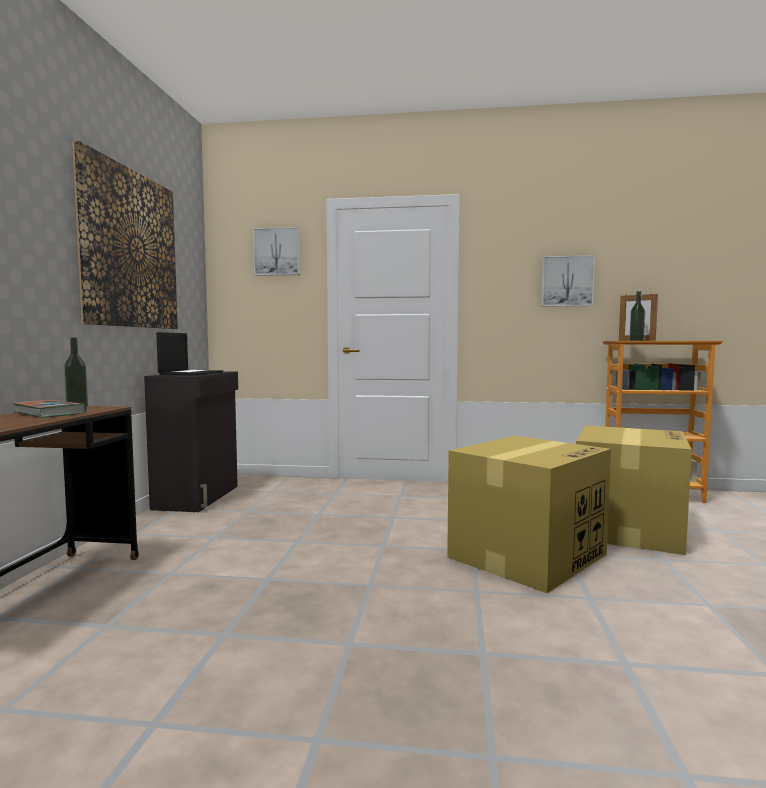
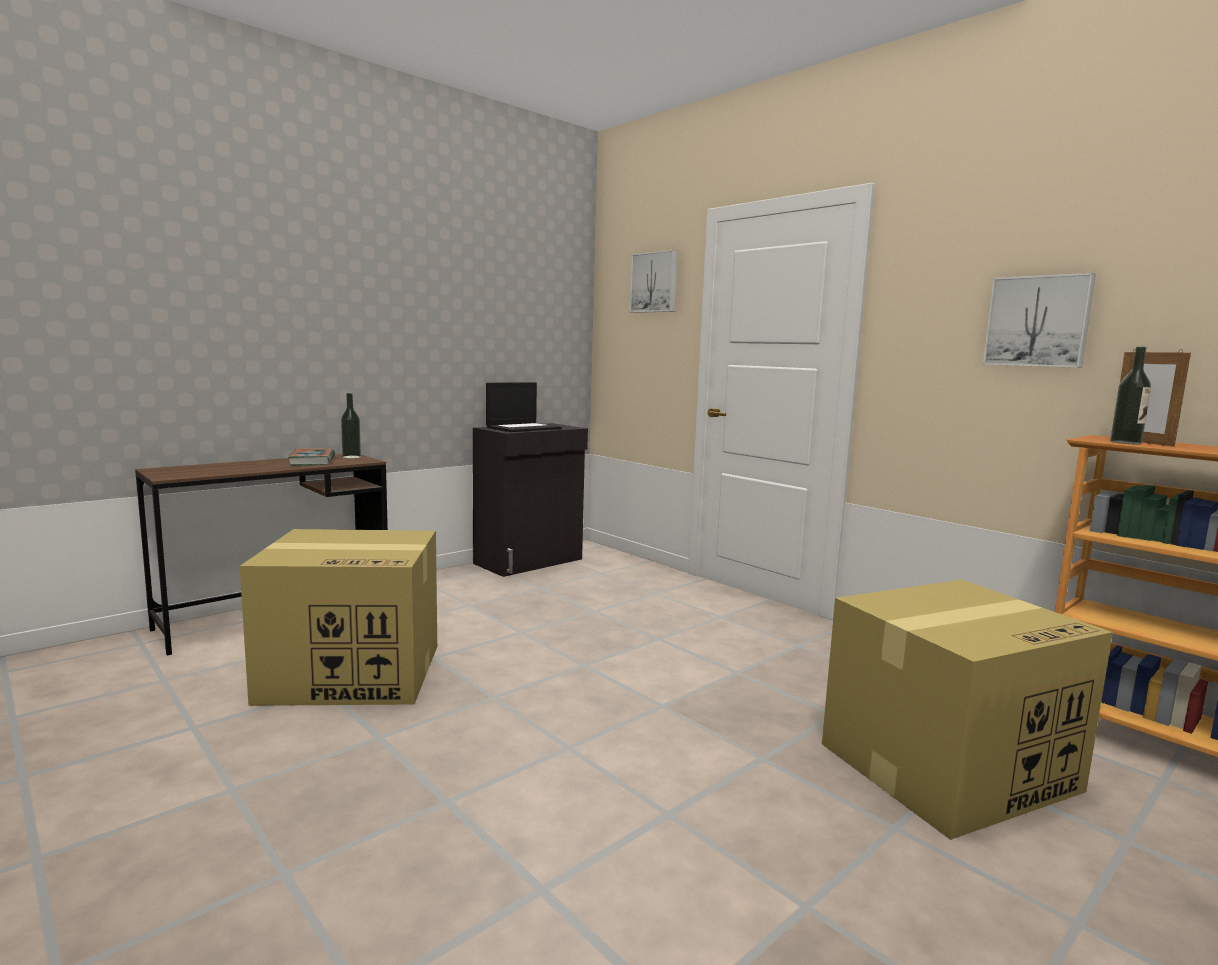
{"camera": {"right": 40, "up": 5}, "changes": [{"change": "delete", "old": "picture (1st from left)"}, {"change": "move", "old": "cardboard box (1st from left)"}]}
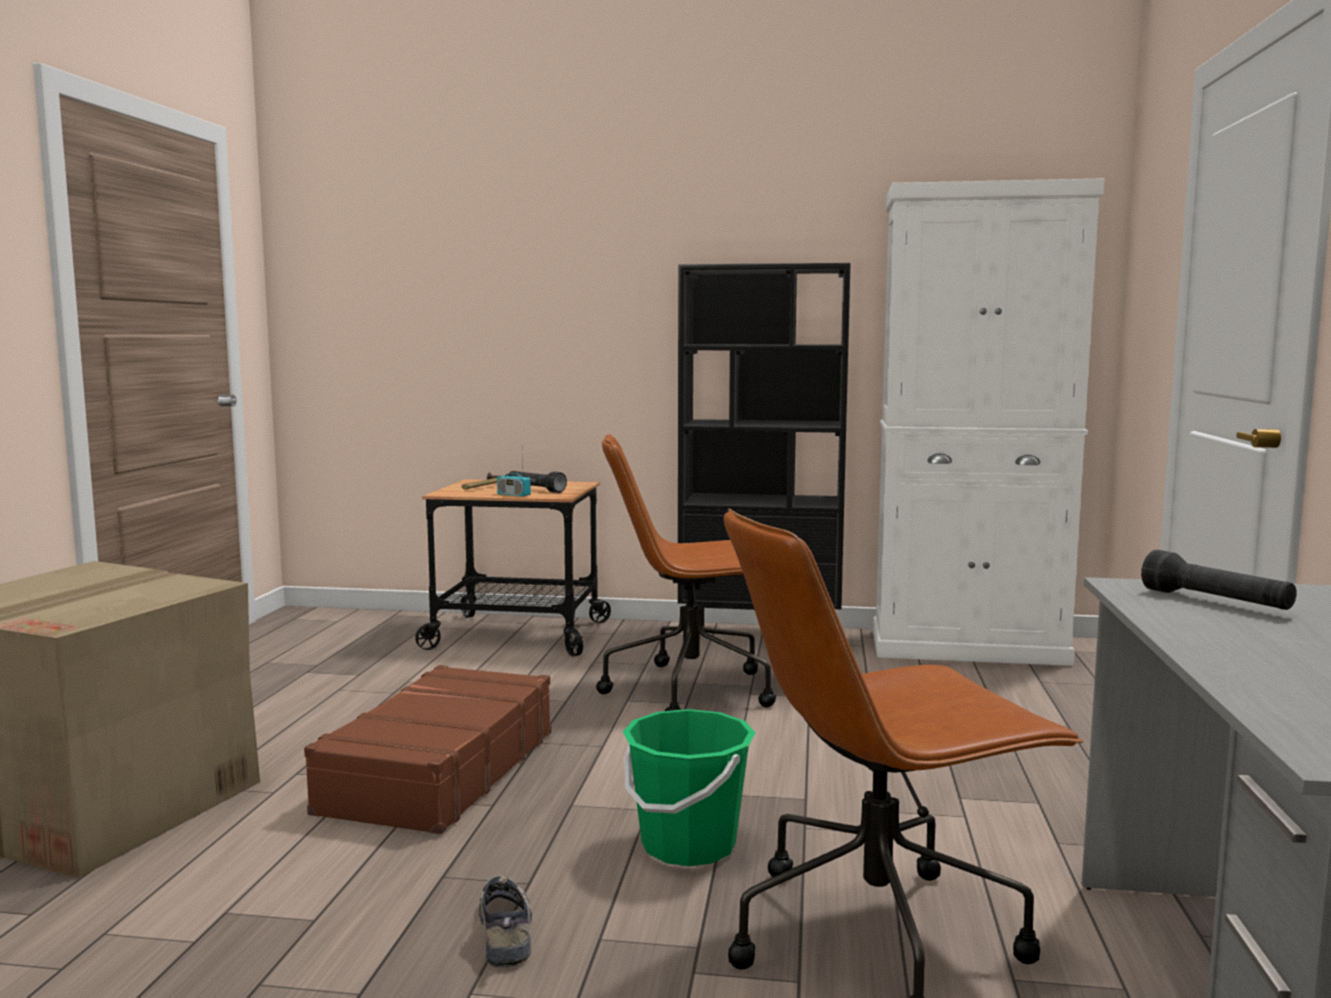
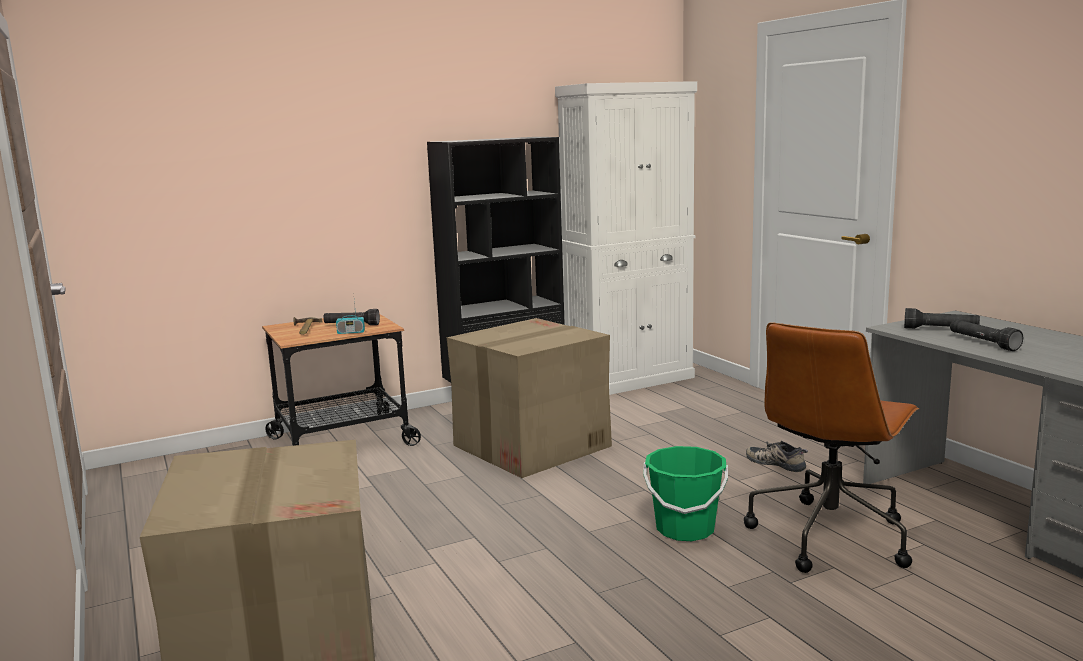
{"camera": {"right": -35, "up": 5}, "changes": [{"change": "delete", "old": "brown suitcase"}, {"change": "insert", "new": "black flashlight (3rd from left)"}, {"change": "move", "old": "shoe"}, {"change": "replace", "old": "brown office chair (1st from left)", "new": "cardboard box (2nd from left)"}]}
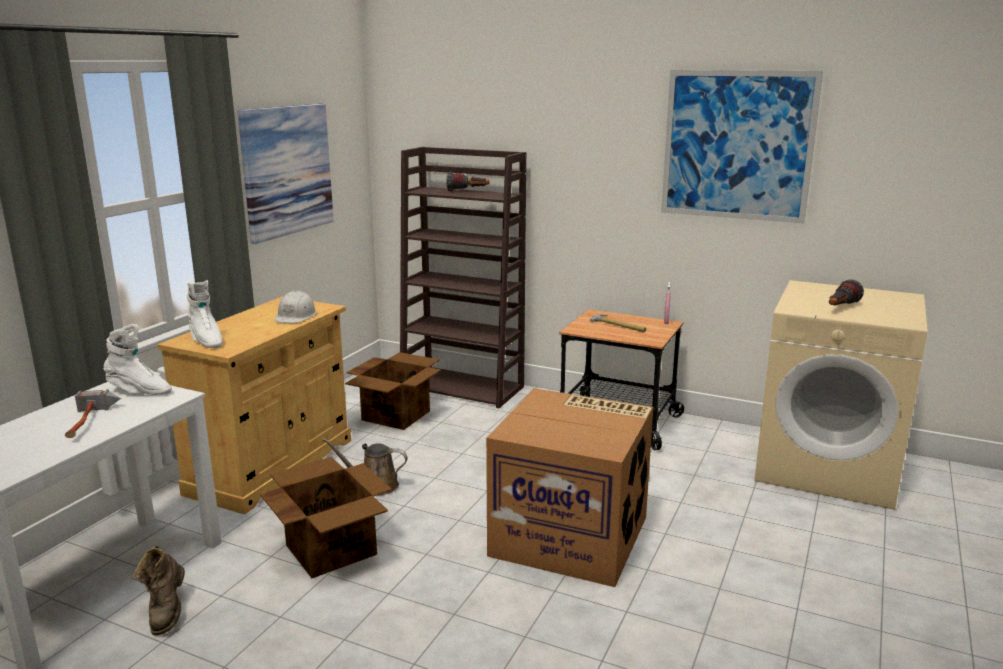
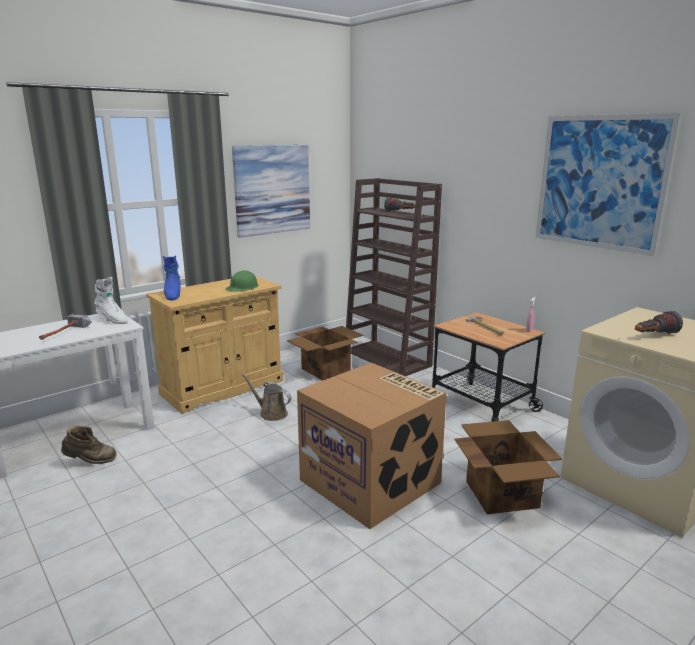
{"camera": {"right": 25, "up": 0}, "changes": [{"change": "move", "old": "cardboard box (1st from left in the first image)", "new": "cardboard box (3rd from left)"}, {"change": "recolor", "old": "white boot (2nd from left)", "new": "blue boot"}, {"change": "recolor", "old": "white hard hat", "new": "green hard hat"}, {"change": "rotate", "old": "brown boot", "degrees": -120}]}
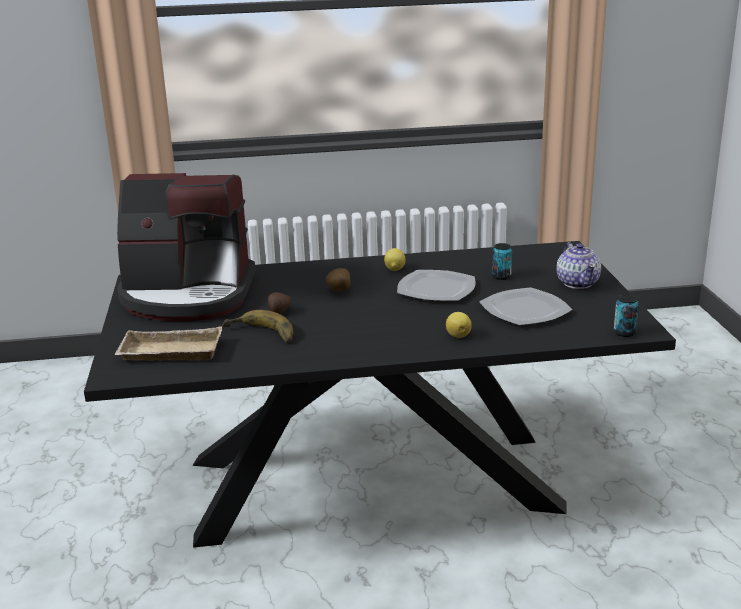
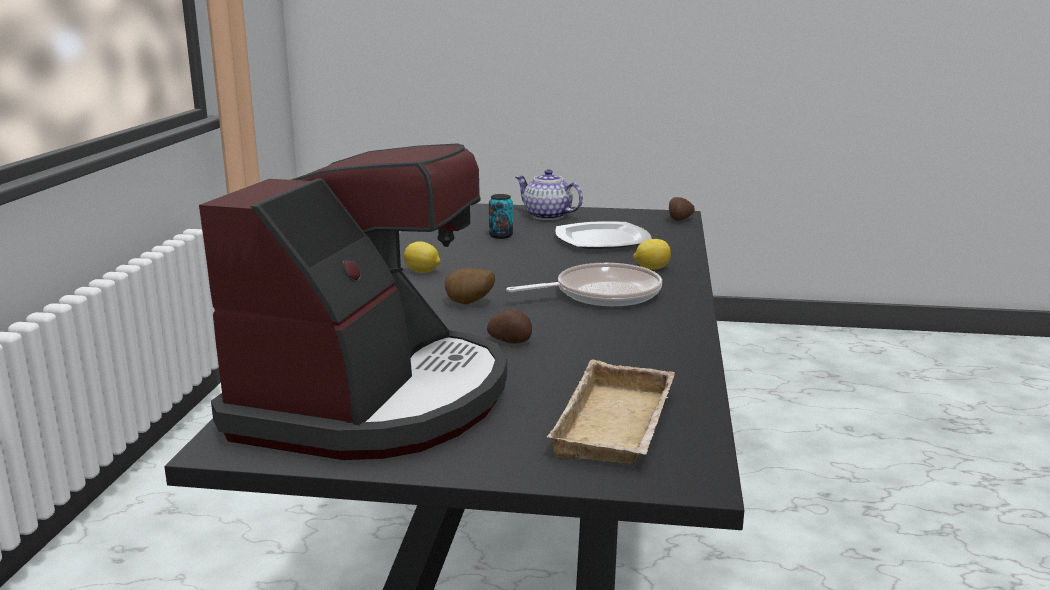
{"camera": {"right": -75, "up": -5}, "changes": [{"change": "delete", "old": "banana"}, {"change": "delete", "old": "plate (1st from left)"}, {"change": "insert", "new": "frying pan"}, {"change": "replace", "old": "can (2nd from left)", "new": "potato (3rd from left)"}, {"change": "rotate", "old": "teapot", "degrees": -150}]}
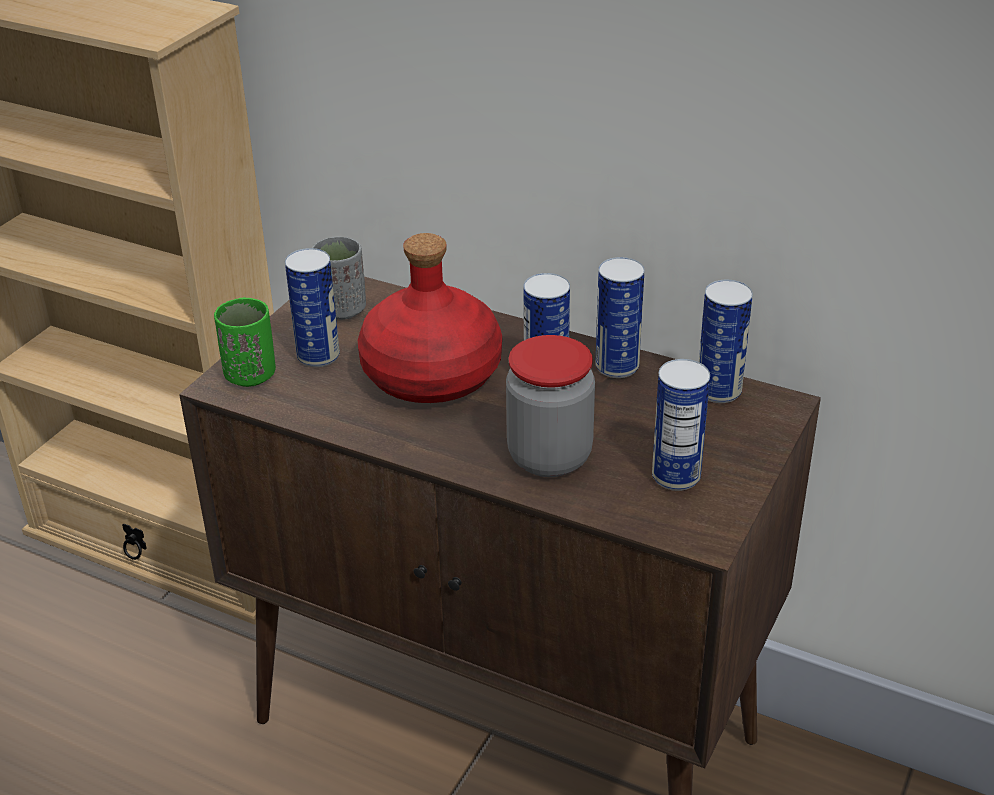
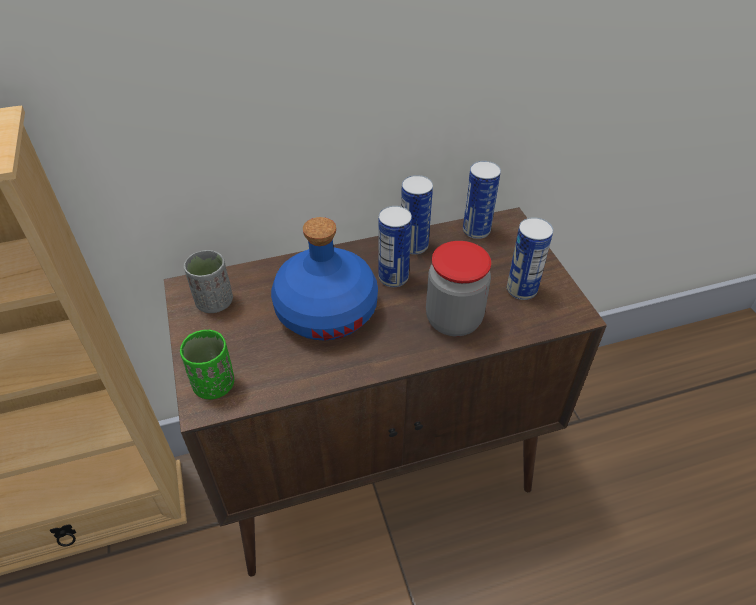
{"camera": {"right": -45, "up": 10}, "changes": [{"change": "delete", "old": "can (1st from left)"}, {"change": "recolor", "old": "red bottle", "new": "blue bottle"}]}
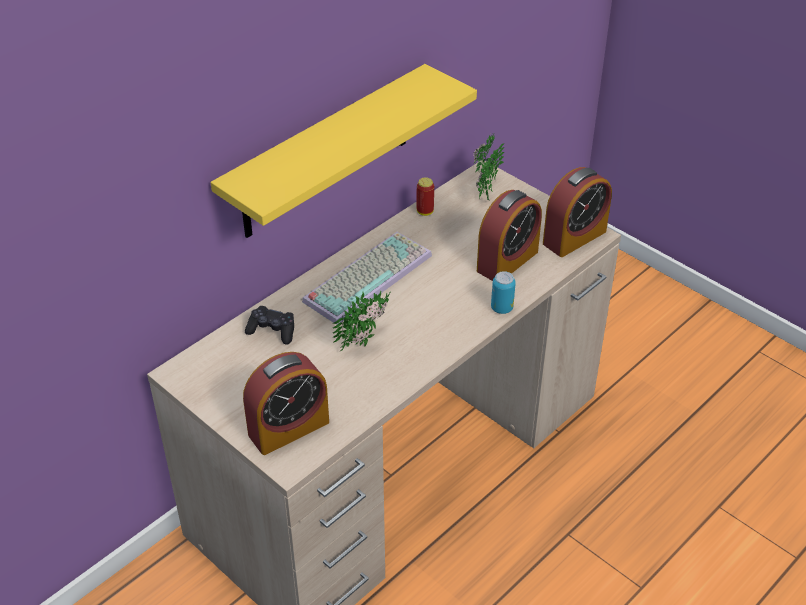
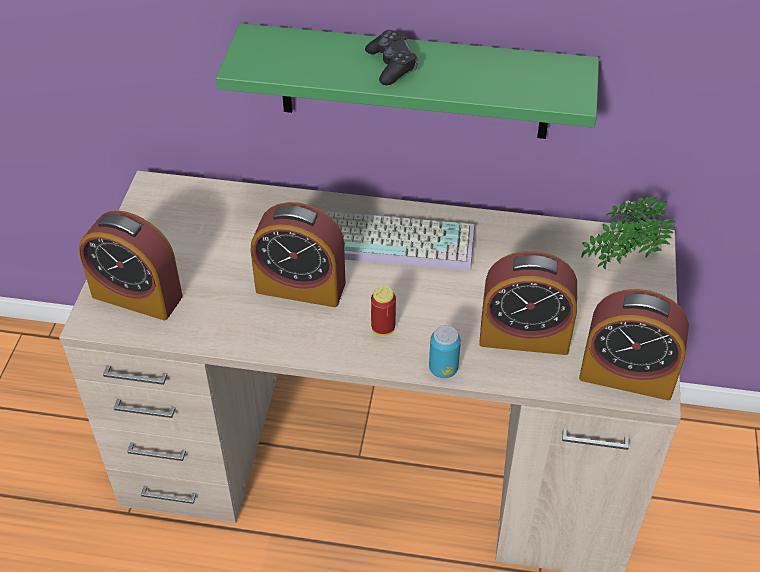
{"camera": {"right": 55, "up": 5}, "changes": [{"change": "move", "old": "black game controller"}, {"change": "move", "old": "can (1st from left)"}, {"change": "replace", "old": "potted plant (1st from left)", "new": "alarm clock (2nd from left)"}, {"change": "recolor", "old": "yellow shelf", "new": "green shelf"}]}
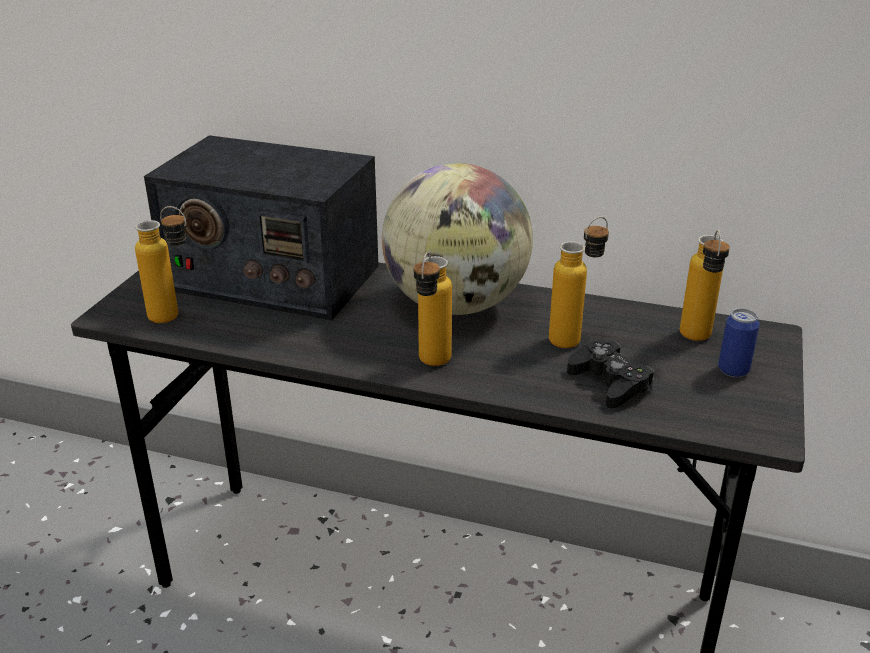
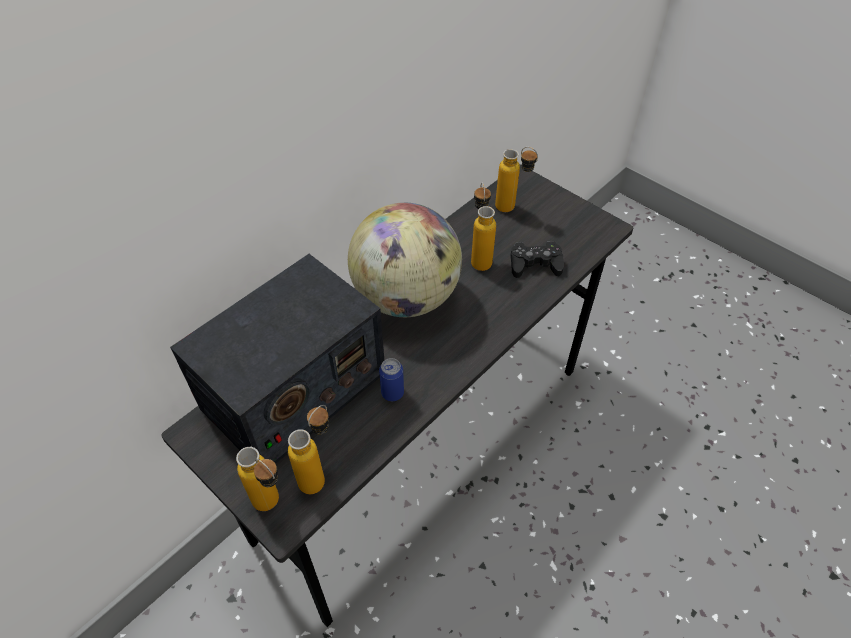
{"camera": {"right": -65, "up": 20}, "changes": [{"change": "move", "old": "bottle (2nd from left in the first image)", "new": "bottle (1st from left)"}, {"change": "move", "old": "can"}]}
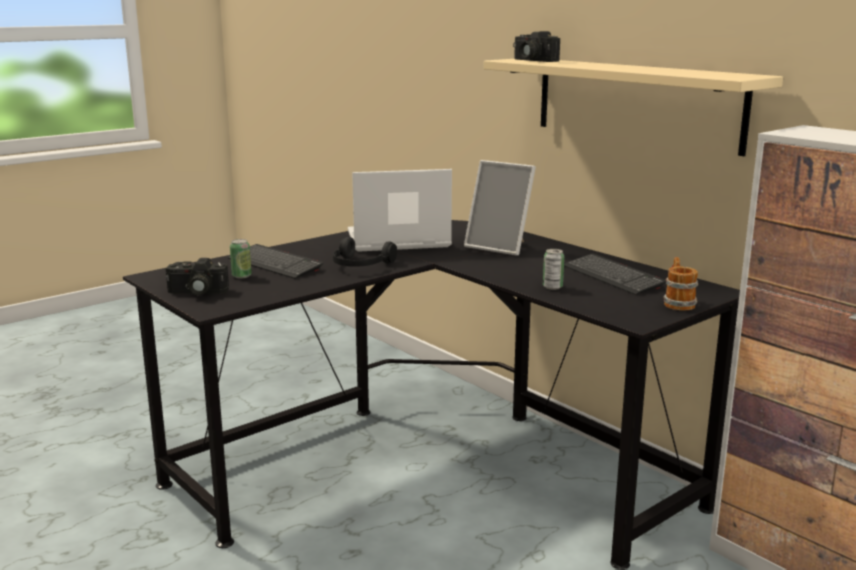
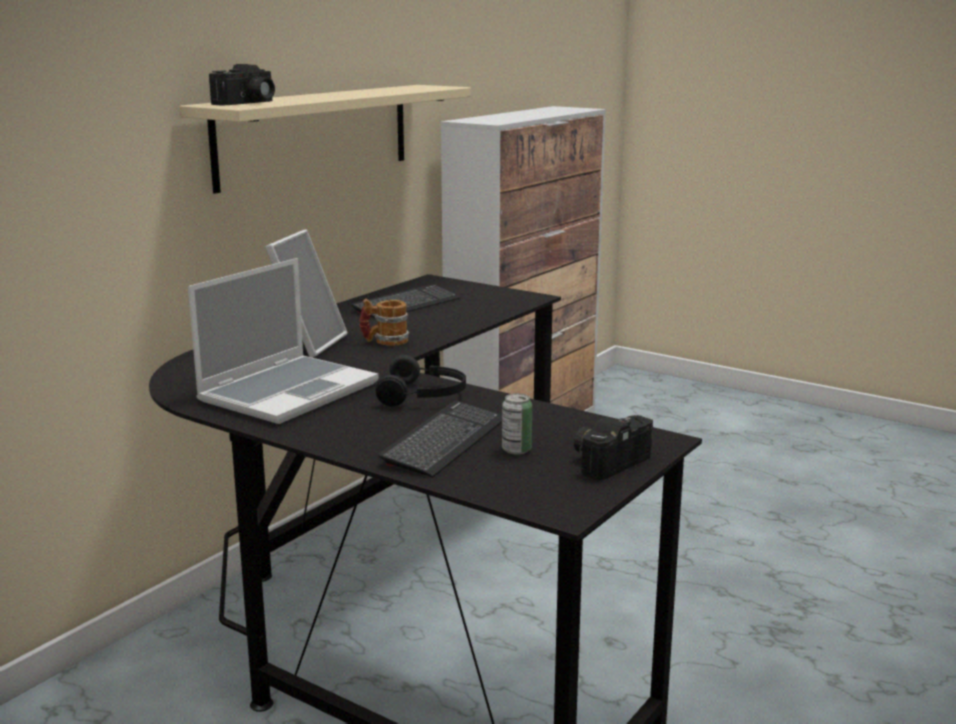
{"camera": {"right": -105, "up": 0}, "changes": [{"change": "delete", "old": "can (2nd from left)"}, {"change": "move", "old": "mug"}, {"change": "rotate", "old": "photo camera (1st from left in the first image)", "degrees": -120}, {"change": "rotate", "old": "laptop", "degrees": -120}]}
